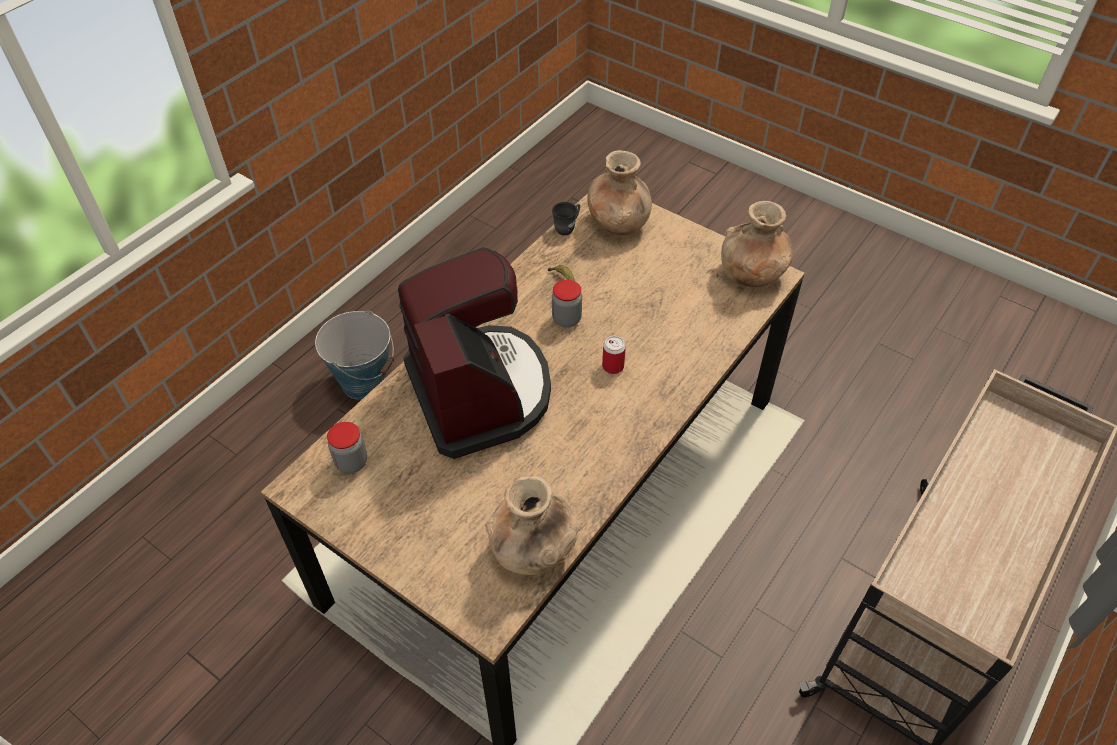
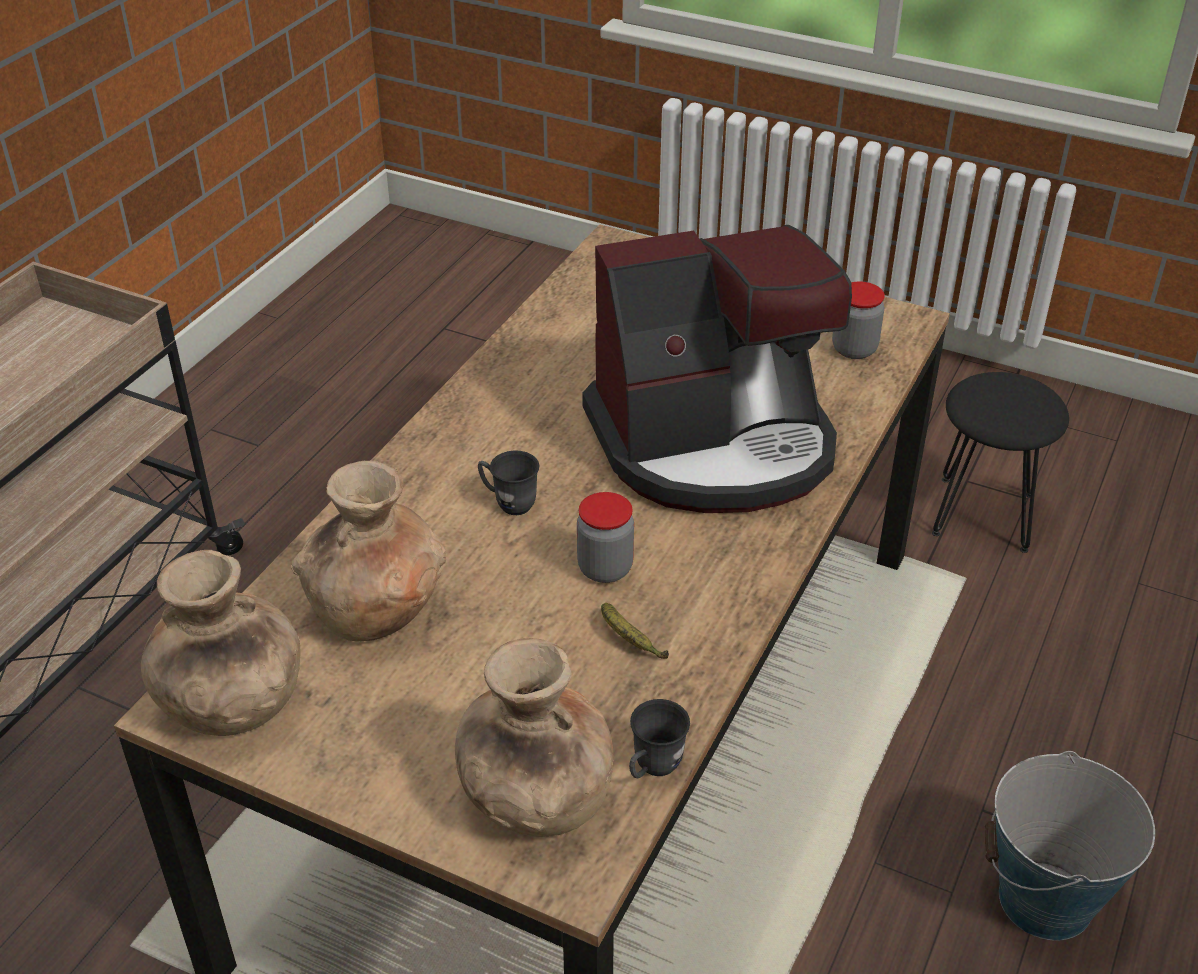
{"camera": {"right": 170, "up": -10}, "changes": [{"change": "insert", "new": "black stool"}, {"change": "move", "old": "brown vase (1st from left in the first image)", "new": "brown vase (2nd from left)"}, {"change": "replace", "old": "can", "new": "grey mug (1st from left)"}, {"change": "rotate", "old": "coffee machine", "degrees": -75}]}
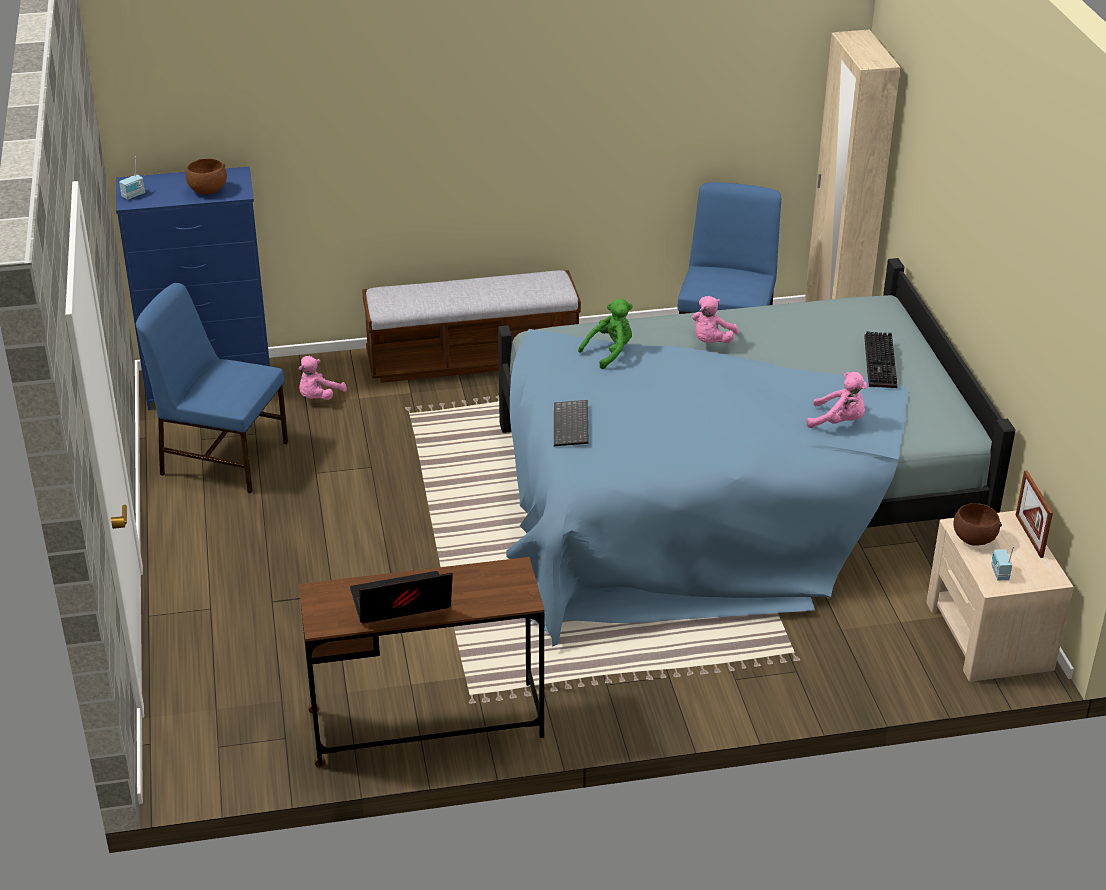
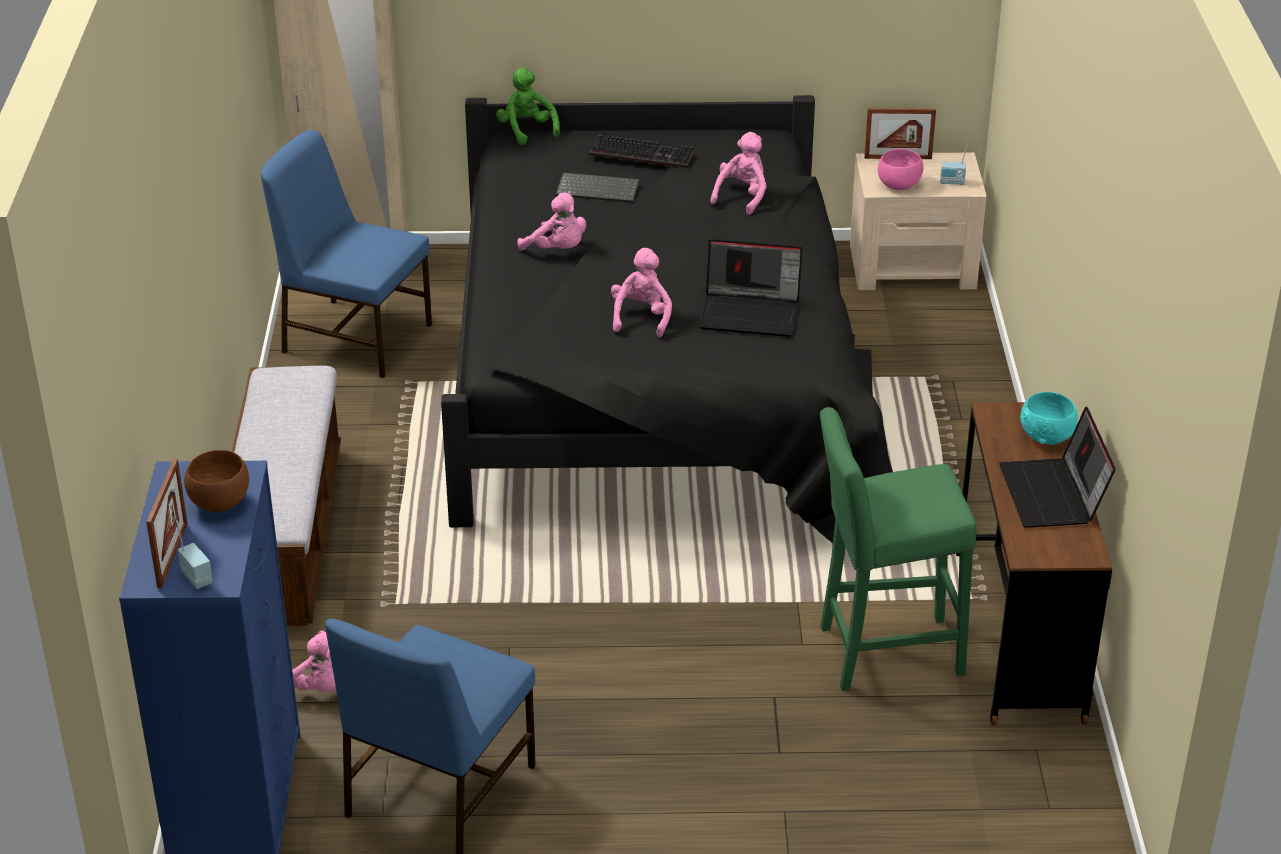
{"camera": {"right": -80, "up": 0}, "changes": [{"change": "insert", "new": "picture frame (1st from left)"}, {"change": "insert", "new": "pink plush toy (3rd from left)"}, {"change": "insert", "new": "laptop (1st from left)"}, {"change": "insert", "new": "green stool"}, {"change": "insert", "new": "turquoise bowl"}, {"change": "move", "old": "keyboard (1st from left)"}, {"change": "move", "old": "green plush toy"}, {"change": "recolor", "old": "blue bed", "new": "black bed"}, {"change": "recolor", "old": "brown bowl (2nd from left)", "new": "pink bowl"}]}
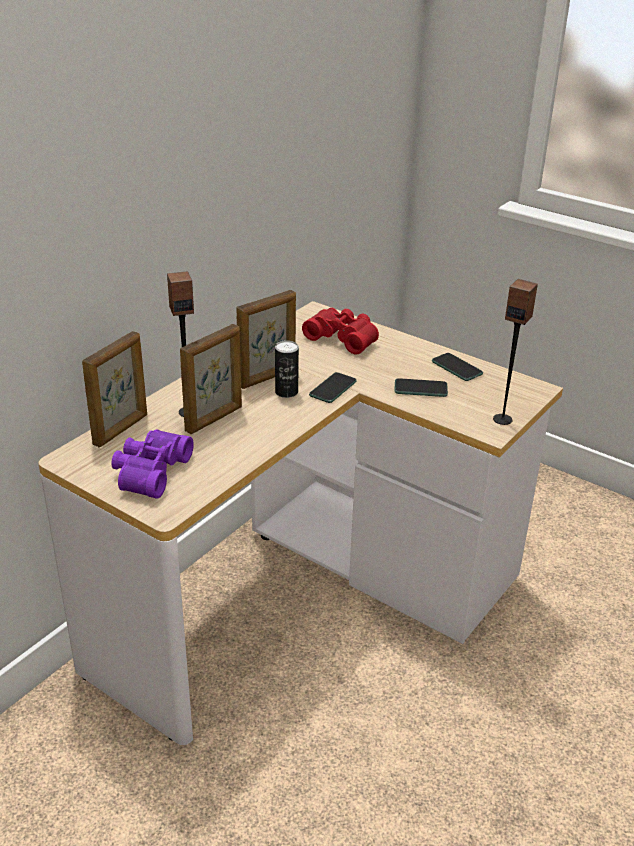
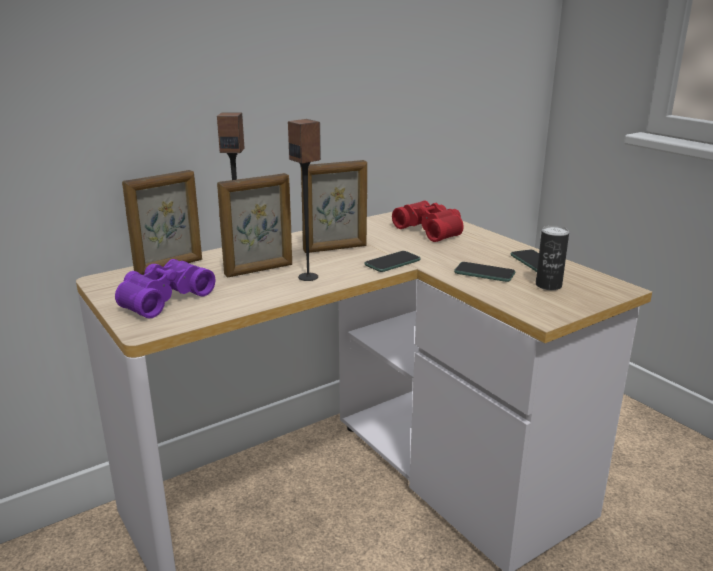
{"camera": {"right": 20, "up": -10}, "changes": [{"change": "move", "old": "can"}, {"change": "move", "old": "speaker (2nd from left)"}]}
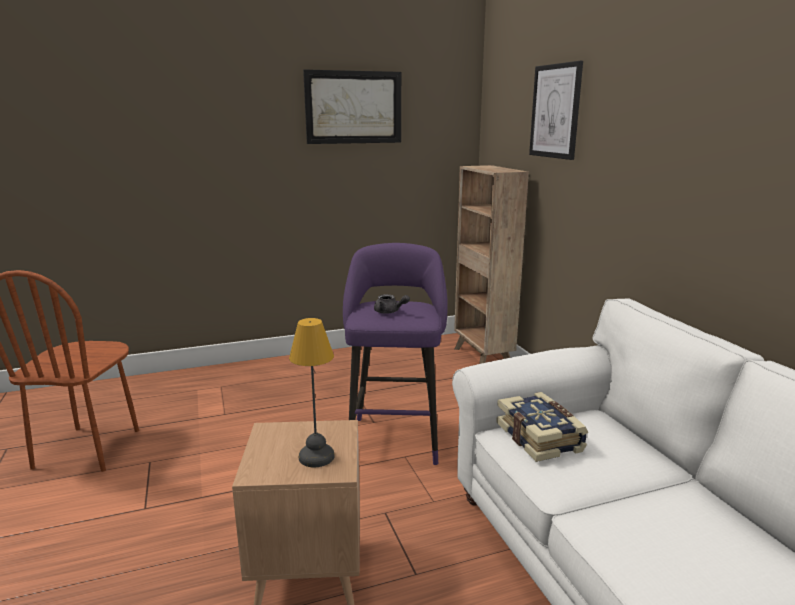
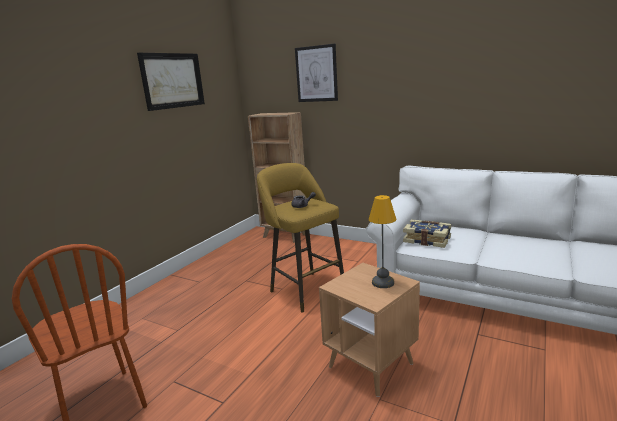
{"camera": {"right": -40, "up": 0}, "changes": [{"change": "recolor", "old": "purple stool", "new": "yellow stool"}]}
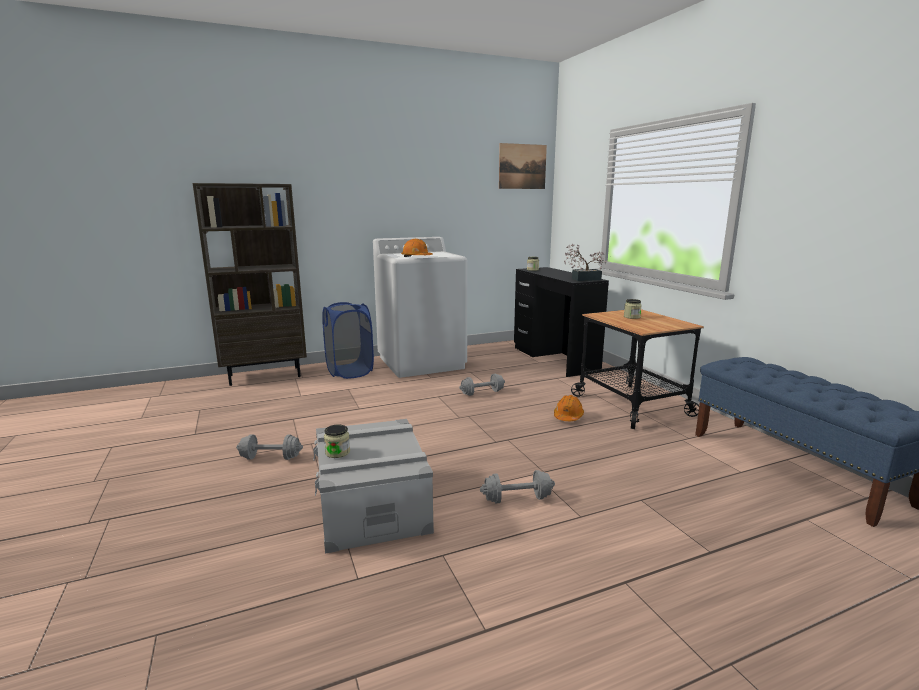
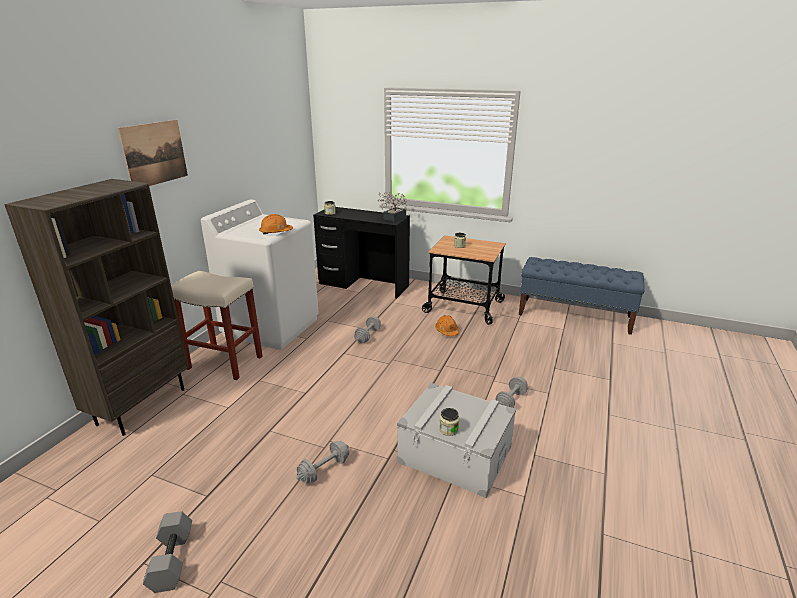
{"camera": {"right": -45, "up": 10}, "changes": [{"change": "insert", "new": "grey dumbbell (1st from left)"}, {"change": "move", "old": "picture"}, {"change": "replace", "old": "blue laundry basket", "new": "beige stool"}]}
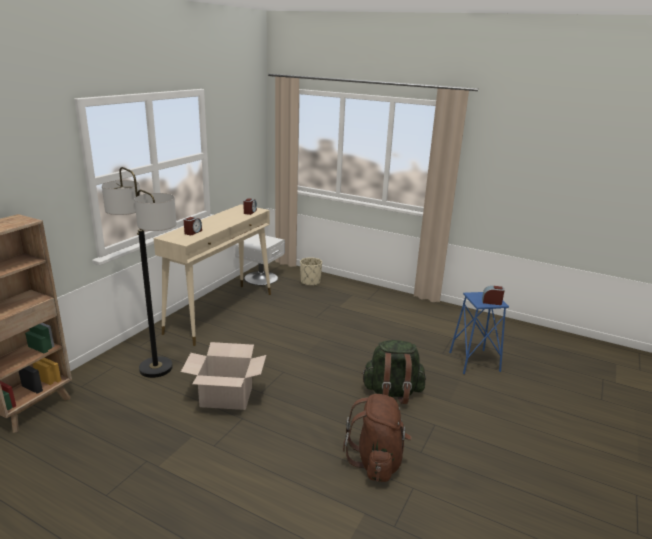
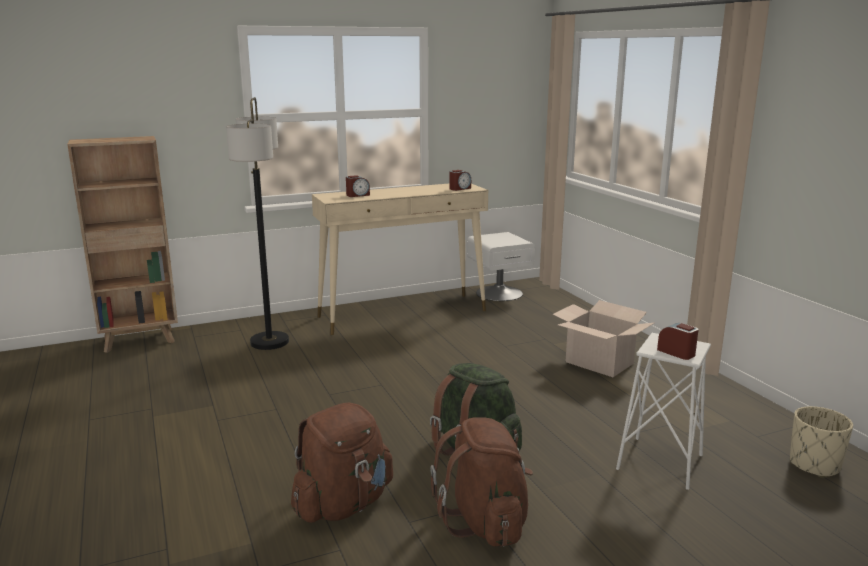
{"camera": {"right": 40, "up": -5}, "changes": [{"change": "insert", "new": "brown backpack (2nd from left)"}, {"change": "move", "old": "cardboard box"}, {"change": "move", "old": "beige planter"}, {"change": "recolor", "old": "blue stool", "new": "white stool"}]}
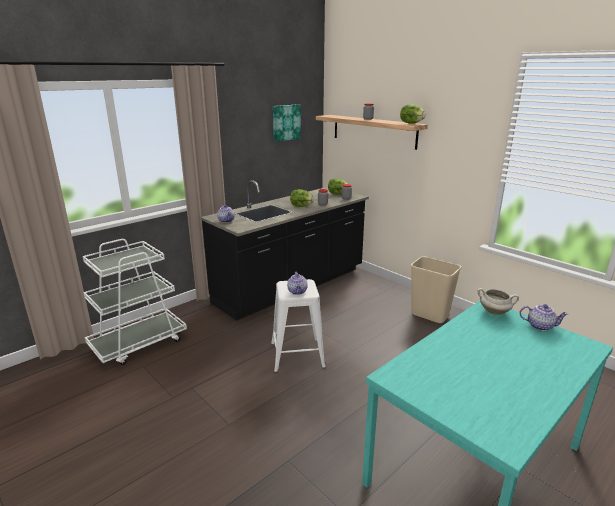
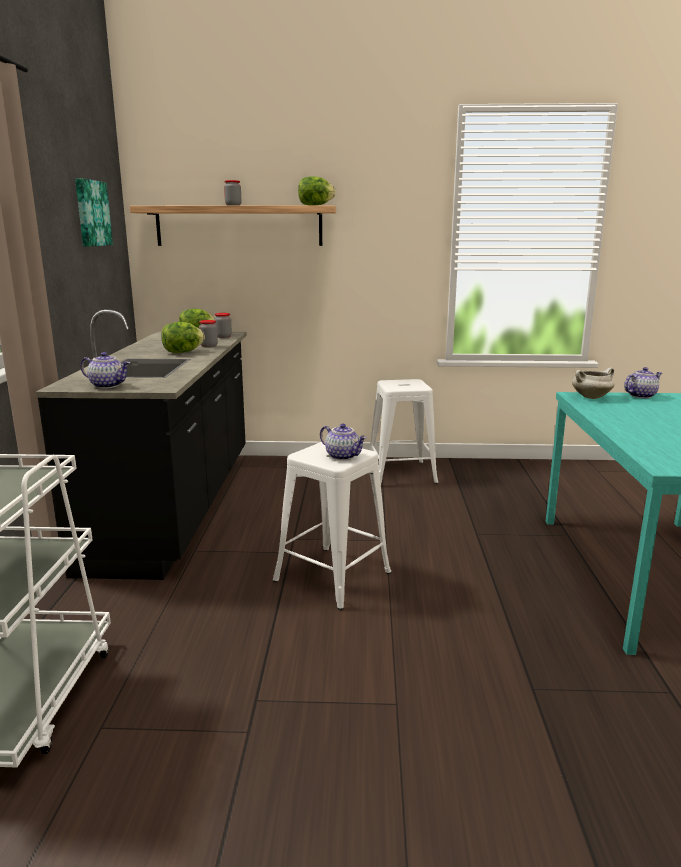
{"camera": {"right": -45, "up": -5}, "changes": [{"change": "replace", "old": "beige trash can", "new": "white stool (2nd from left)"}]}
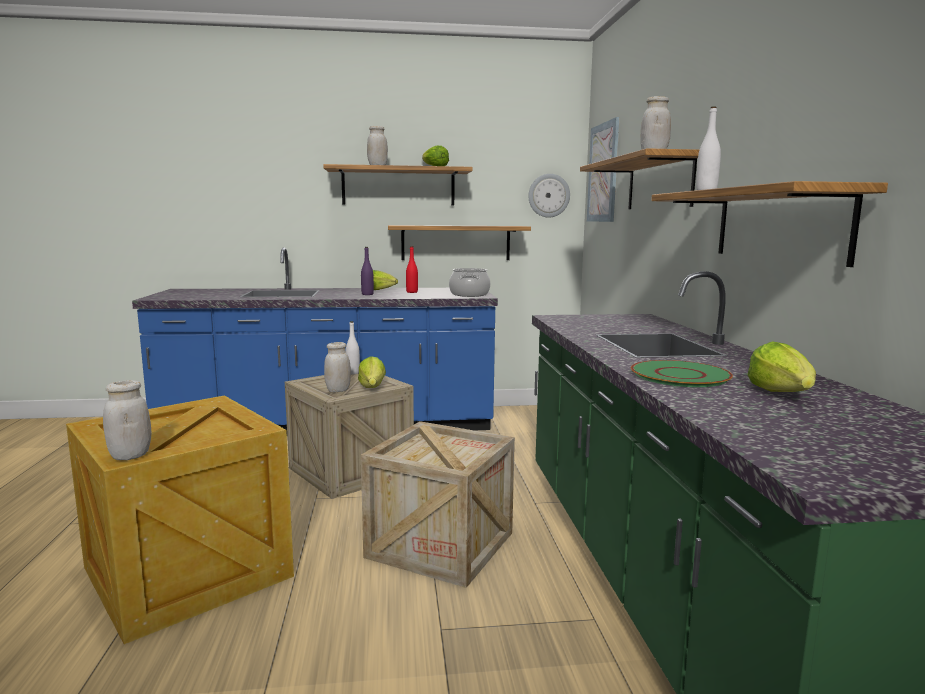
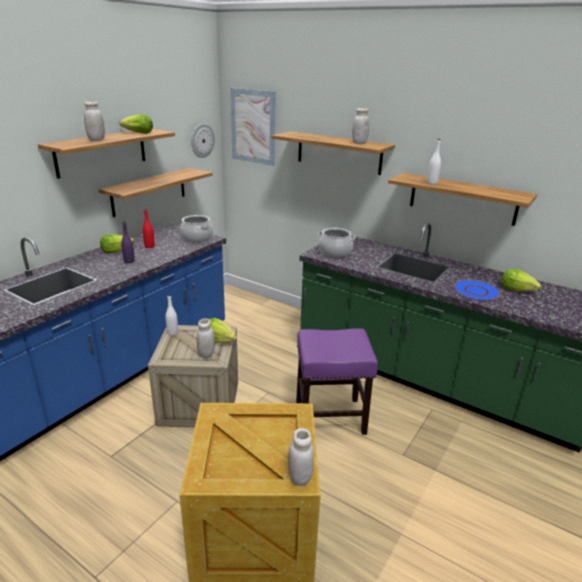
{"camera": {"right": -50, "up": 15}, "changes": [{"change": "insert", "new": "cooking pot (2nd from left)"}, {"change": "replace", "old": "crate (3rd from left)", "new": "purple stool"}, {"change": "recolor", "old": "green plate", "new": "blue plate"}]}
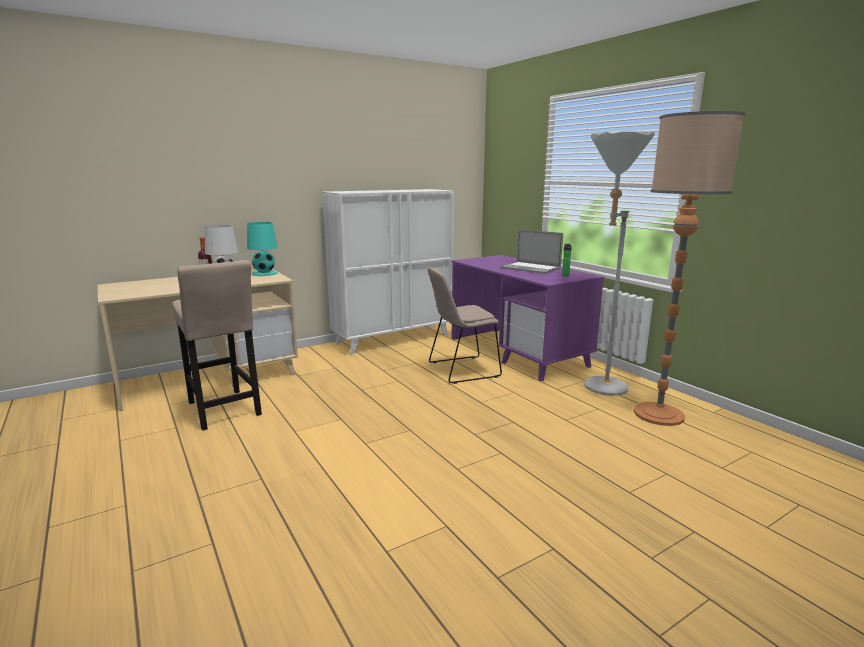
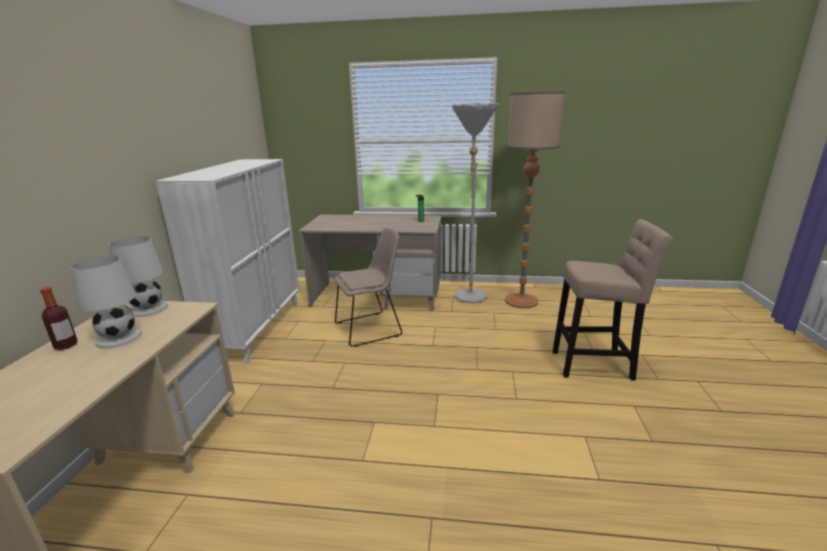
{"camera": {"right": -50, "up": 5}, "changes": [{"change": "delete", "old": "laptop"}, {"change": "move", "old": "beige stool"}, {"change": "recolor", "old": "turquoise table lamp", "new": "white table lamp (2nd from left)"}, {"change": "recolor", "old": "purple desk", "new": "beige desk (2nd from left)"}, {"change": "rotate", "old": "beige chair", "degrees": -135}]}
